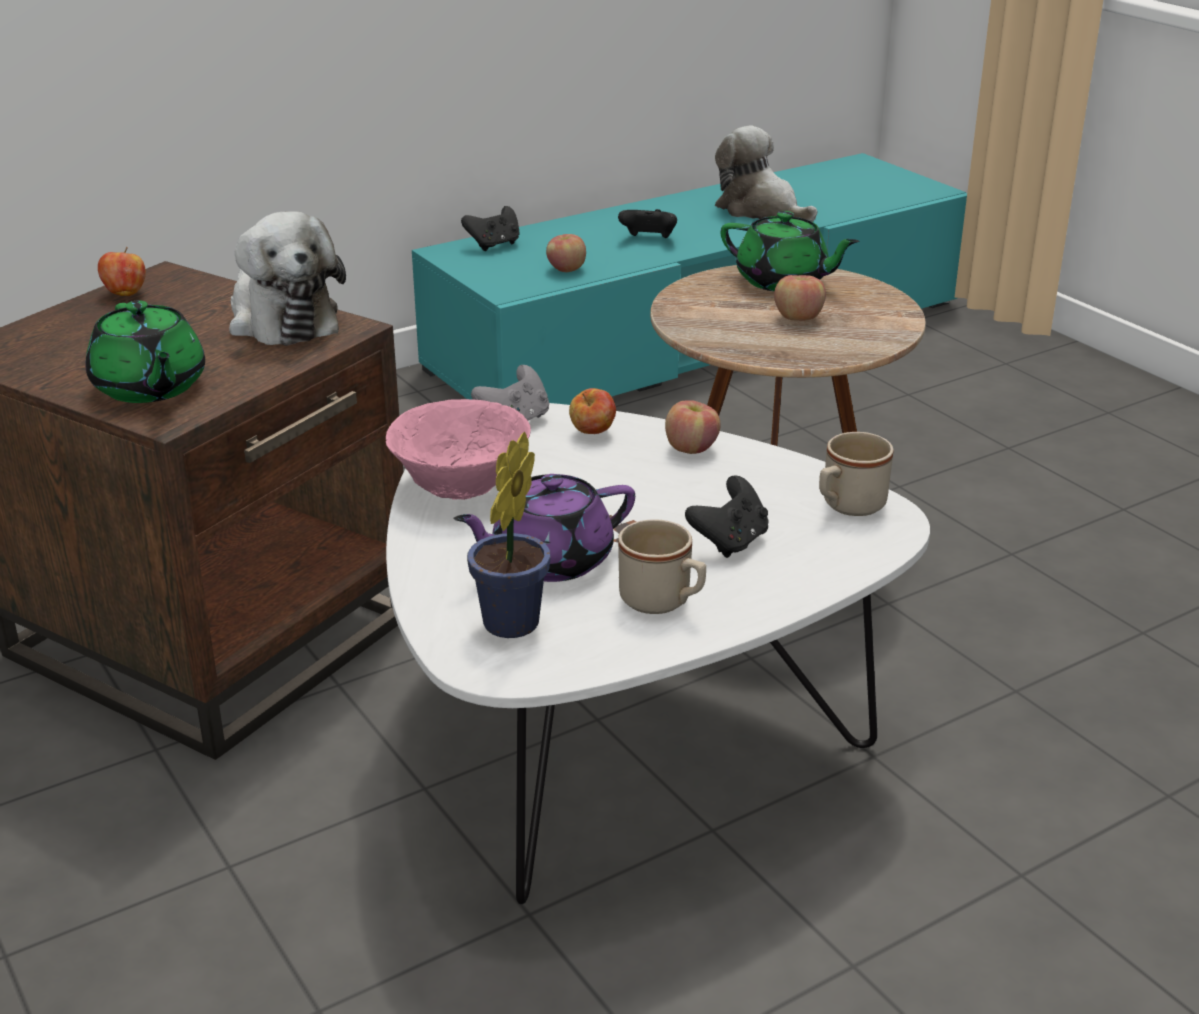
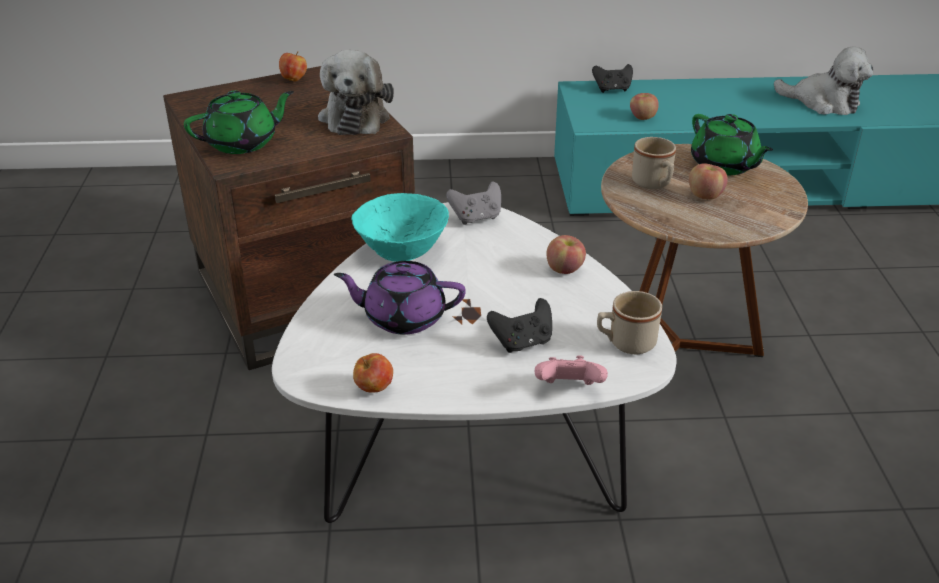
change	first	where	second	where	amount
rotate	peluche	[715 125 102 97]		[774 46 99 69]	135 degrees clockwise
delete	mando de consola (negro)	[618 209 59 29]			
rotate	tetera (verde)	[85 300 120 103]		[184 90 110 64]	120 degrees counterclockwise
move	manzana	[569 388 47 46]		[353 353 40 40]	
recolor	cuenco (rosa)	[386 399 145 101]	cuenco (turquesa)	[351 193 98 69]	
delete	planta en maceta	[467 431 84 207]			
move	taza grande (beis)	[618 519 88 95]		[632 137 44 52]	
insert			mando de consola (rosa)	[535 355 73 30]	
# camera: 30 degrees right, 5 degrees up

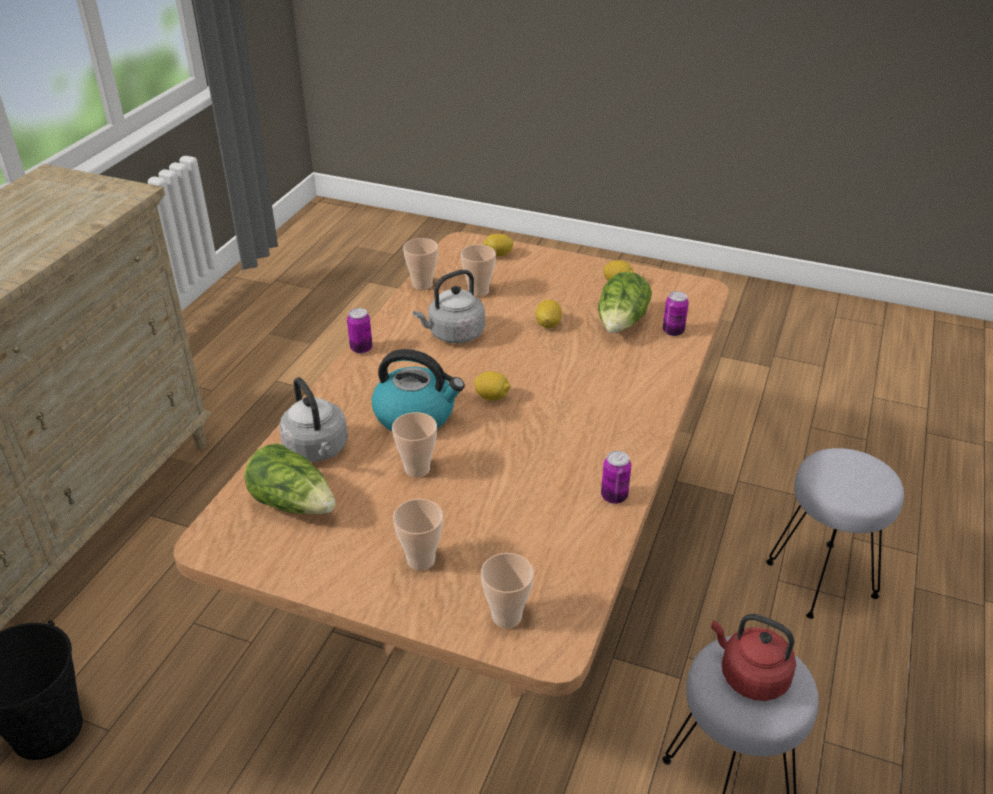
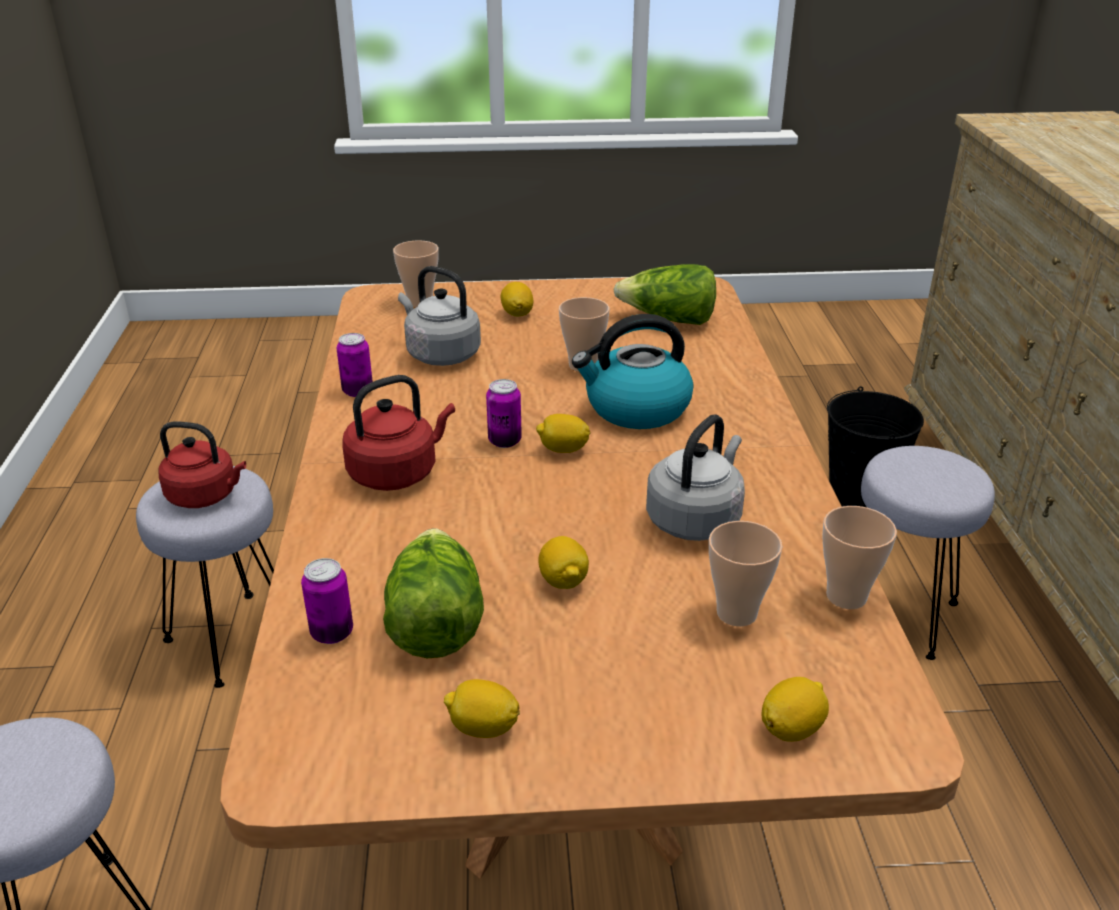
change	first	where	second	where	amount
move	lata	[347 308 25 46]		[486 379 36 69]	
move	hervidor (gris)	[279 377 69 85]		[398 266 83 100]	
replace	taza	[393 499 50 71]	limón	[501 282 32 35]	
insert			hervidor (rojo)	[342 375 113 116]	
insert			taburete (gris)	[861 446 134 214]	
# camera: 155 degrees right, 5 degrees down

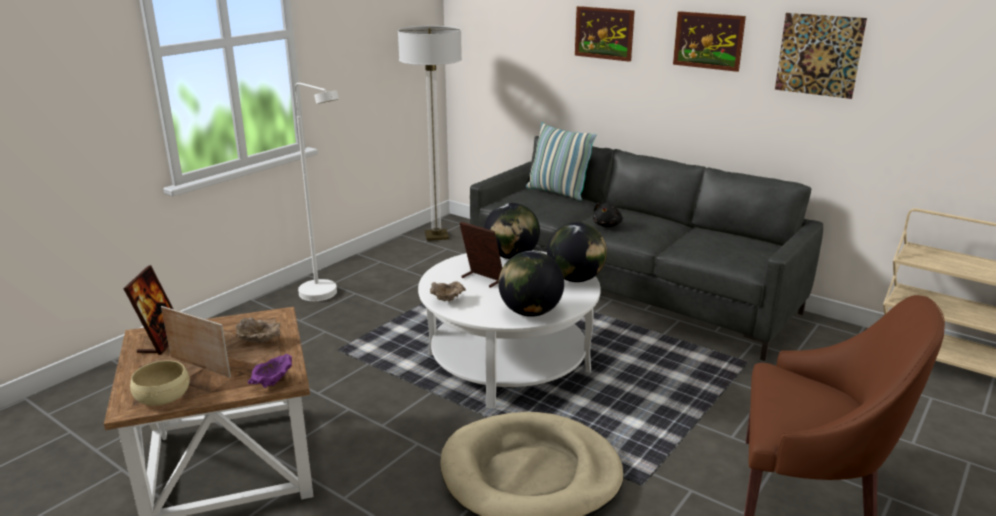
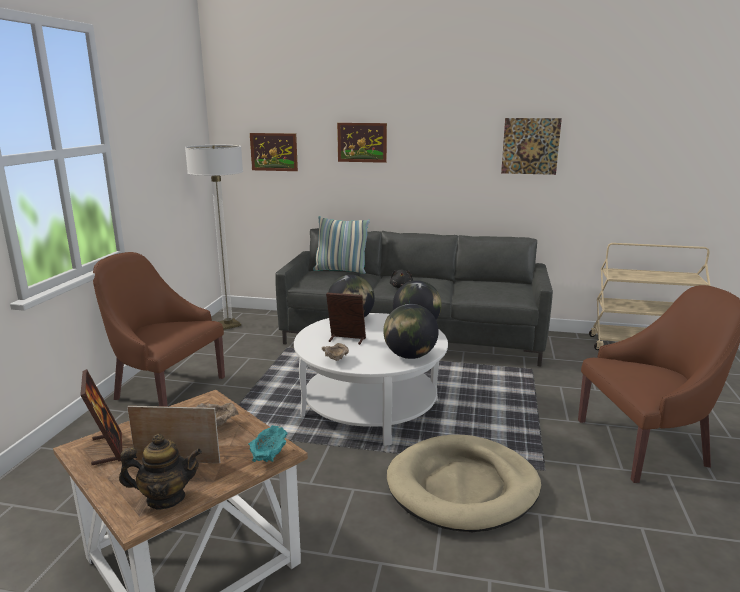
change	first	where	second	where	amount
move	cuadro	[673 11 73 61]		[250 133 48 38]	
replace	lámpara de pie (blanco)	[295 83 44 218]	sillón (marrón)	[93 252 132 155]	
recolor	cuenco (morado)	[248 354 44 34]	cuenco (turquesa)	[248 425 39 37]	
replace	cuenco (beis)	[130 360 60 46]	tetera	[119 434 83 76]	
# camera: 25 degrees left, 5 degrees down

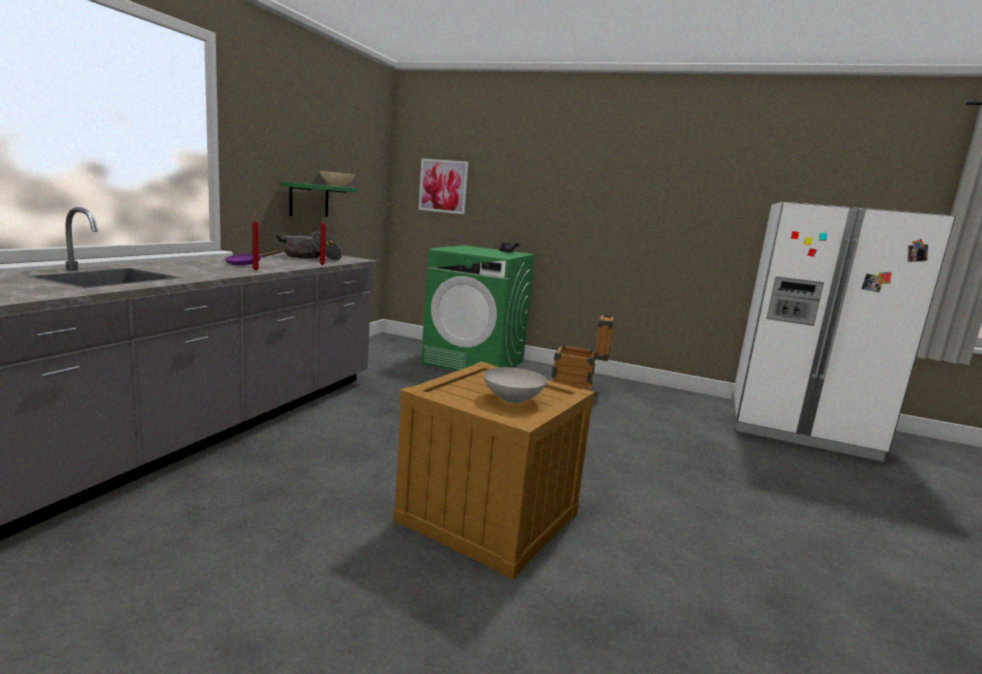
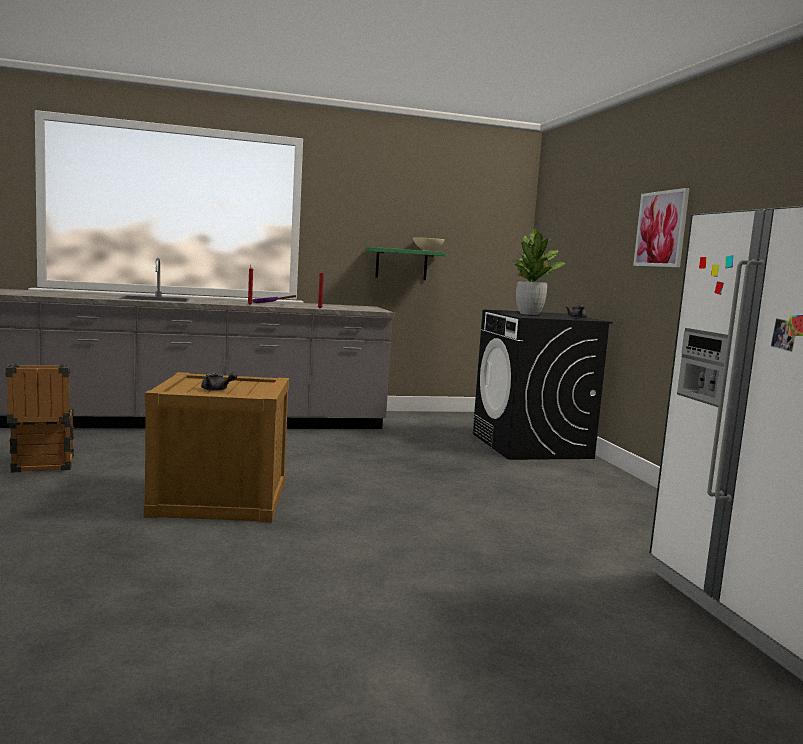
change	first	where	second	where	amount
move	cuadro	[419 158 50 56]		[633 188 57 79]	
delete	olla	[276 232 66 29]			
recolor	lavadora (verde)	[421 245 115 126]	lavadora (negro)	[473 310 139 150]	
move	caja de embalaje	[552 314 63 77]		[5 364 69 109]	
replace	cuenco (blanco)	[483 367 64 36]	tetera (gris)	[201 372 36 19]	
insert			planta en maceta	[512 229 53 86]	
# camera: 55 degrees right, 5 degrees down

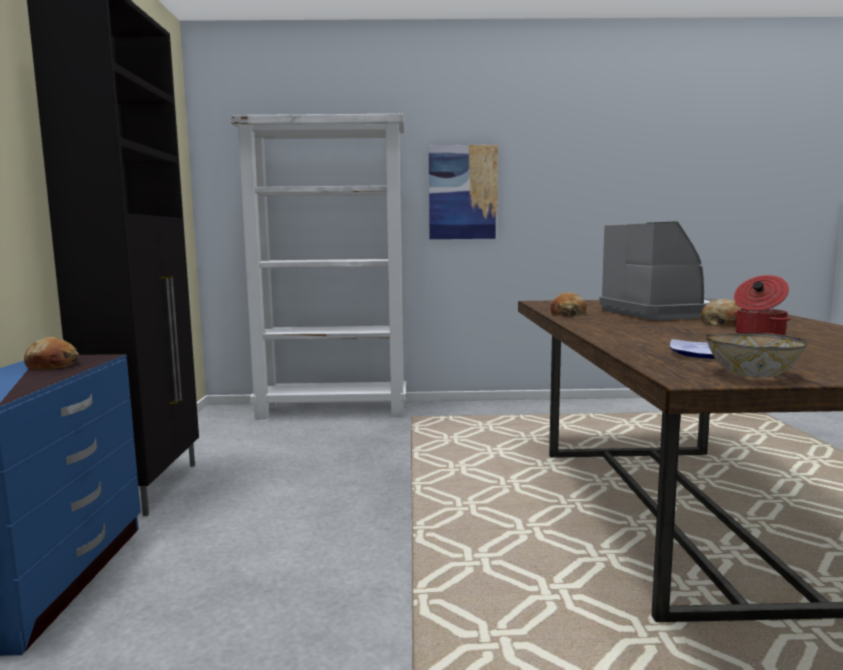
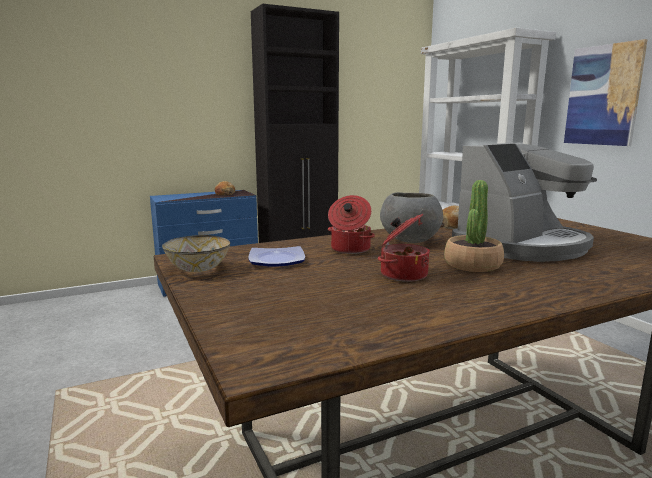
change	first	where	second	where	amount
replace	pan	[701 299 41 28]	planta en maceta	[444 180 60 92]	
insert			cuenco (gris)	[380 192 63 51]	
insert			olla	[328 195 47 59]	
# camera: 65 degrees right, 5 degrees up

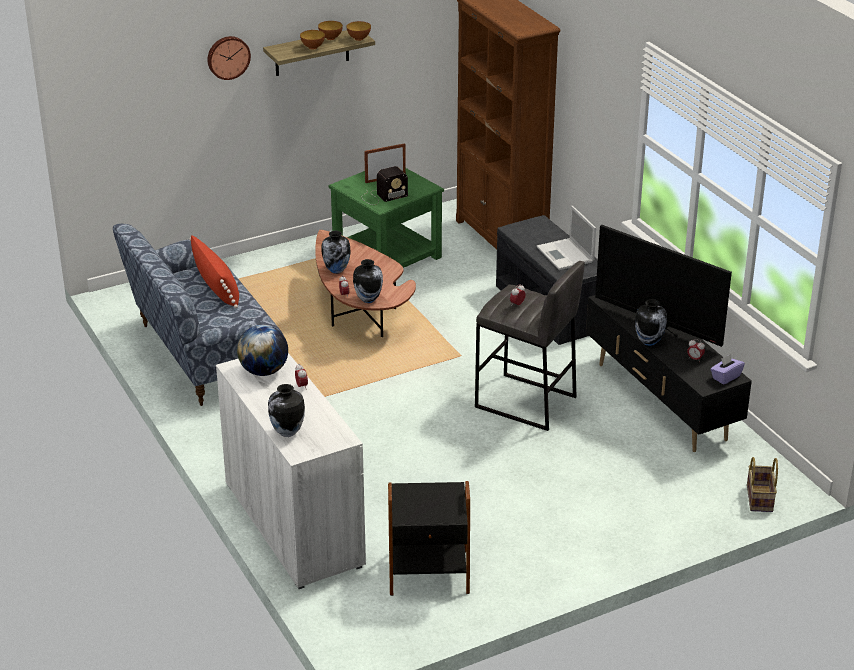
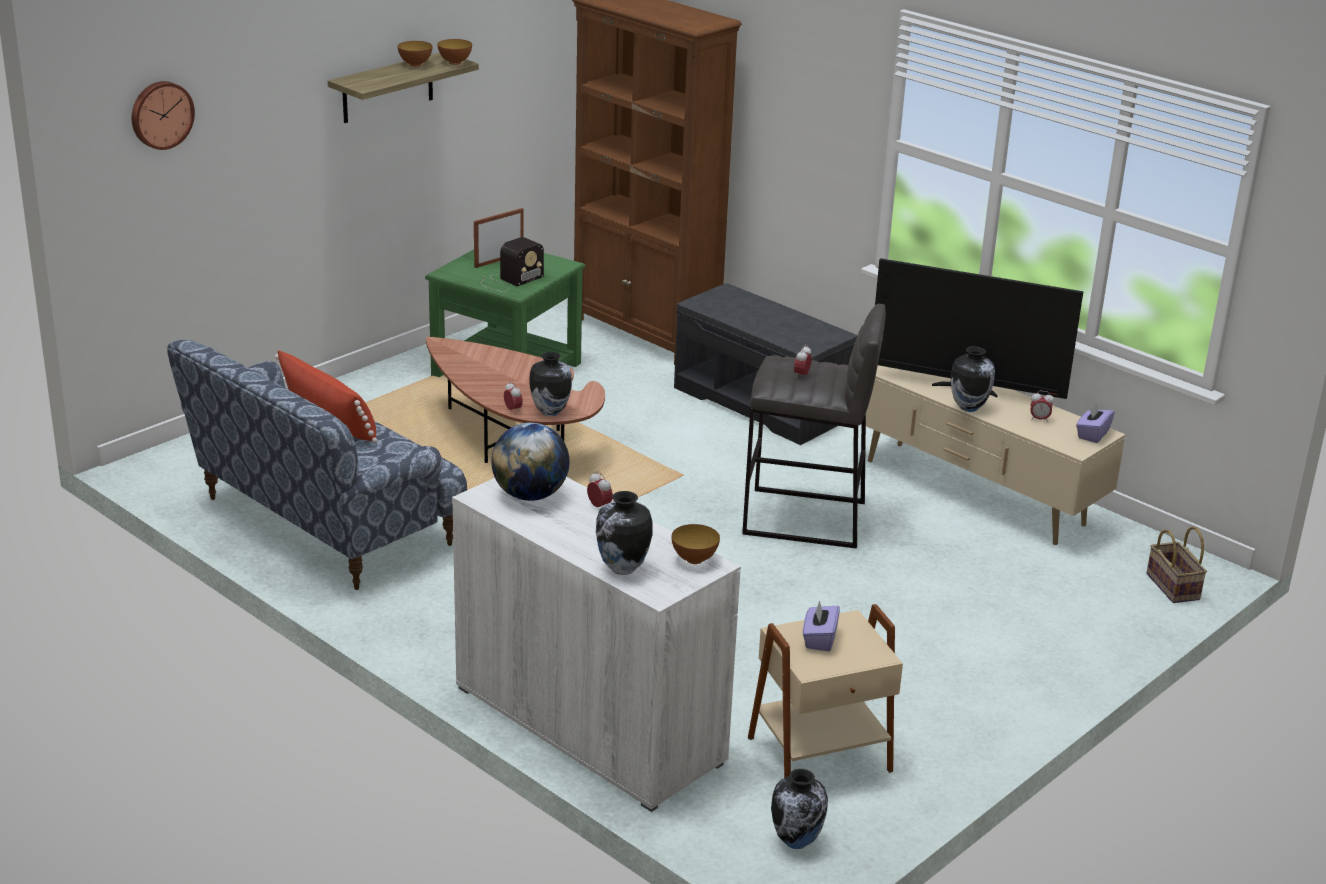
change	first	where	second	where	amount
move	cuenco	[300 30 25 19]		[672 524 48 40]	
move	reloj de pared	[207 36 44 44]		[132 81 63 69]	
delete	portátil	[537 206 59 64]			
move	florero	[322 231 29 43]		[771 769 57 80]	
recolor	mueble de televisión (negro)	[586 295 166 157]	mueble de televisión (beis)	[866 365 260 180]	
recolor	mesa auxiliar (negro)	[388 481 82 115]	mesa auxiliar (beis)	[748 604 155 174]	
insert			caja de pañuelos (morado)	[803 600 37 51]	
# camera: 20 degrees left, 5 degrees down

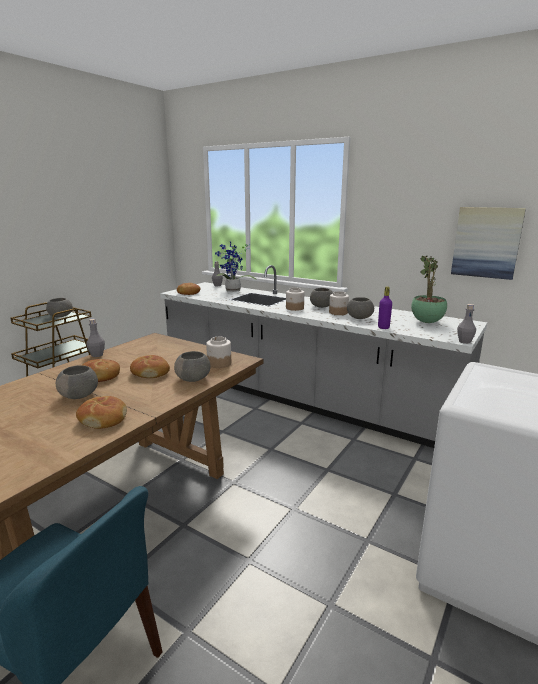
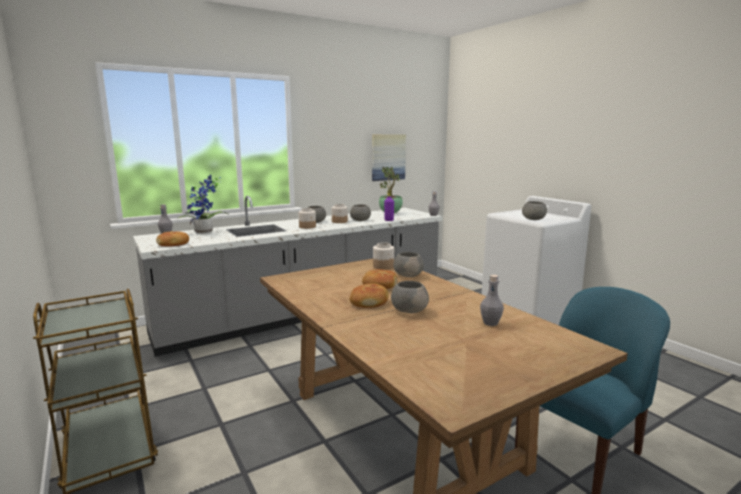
change	first	where	second	where	amount
move	cuenco (gris)	[46 298 27 20]		[522 201 25 19]	
move	botella (gris)	[86 319 19 38]		[480 275 24 51]	
delete	pan	[76 396 51 33]			
# camera: 65 degrees left, 5 degrees down

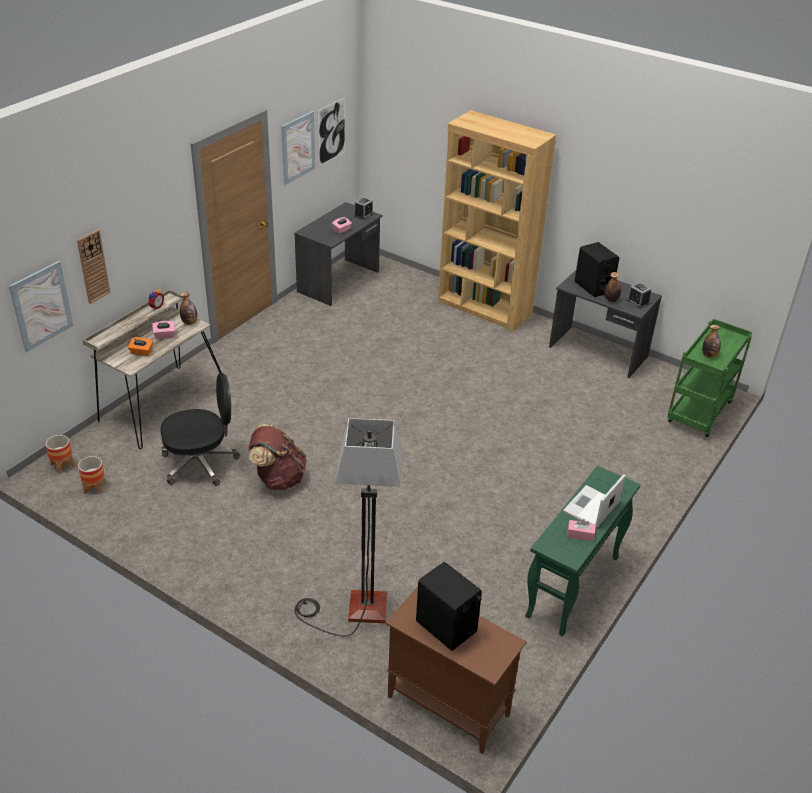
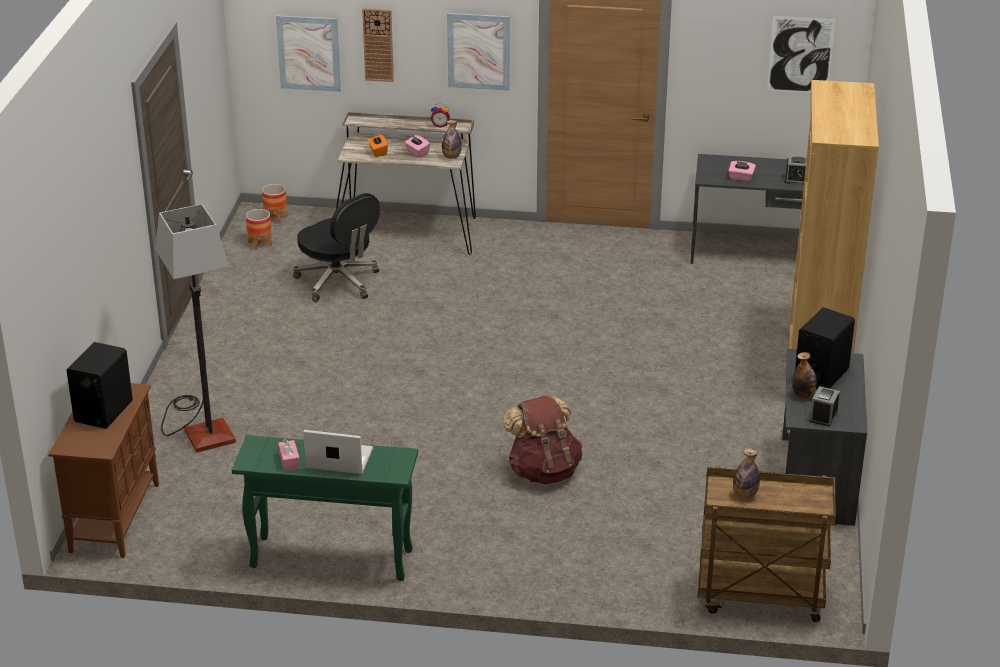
change	first	where	second	where	amount
move	cuadro	[281 111 34 74]		[447 13 63 78]	
recolor	carrito (verde)	[668 319 84 118]	carrito (marrón)	[698 467 138 155]	
move	mochila (marrón)	[248 424 59 66]		[503 396 79 89]	
# camera: 65 degrees right, 5 degrees down

